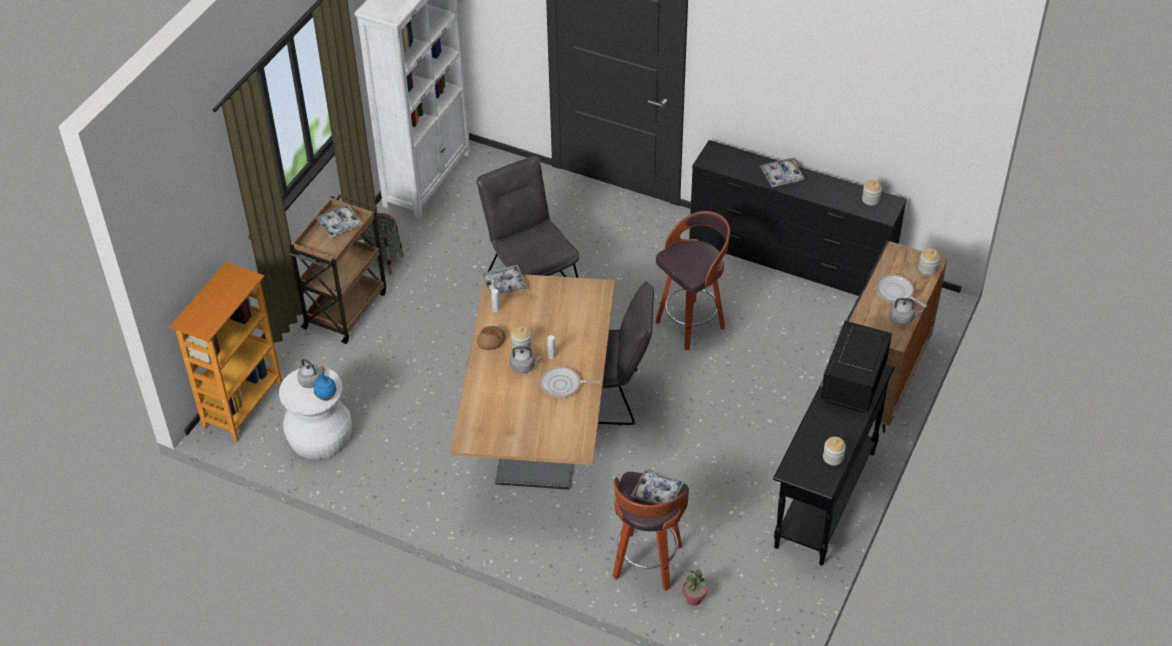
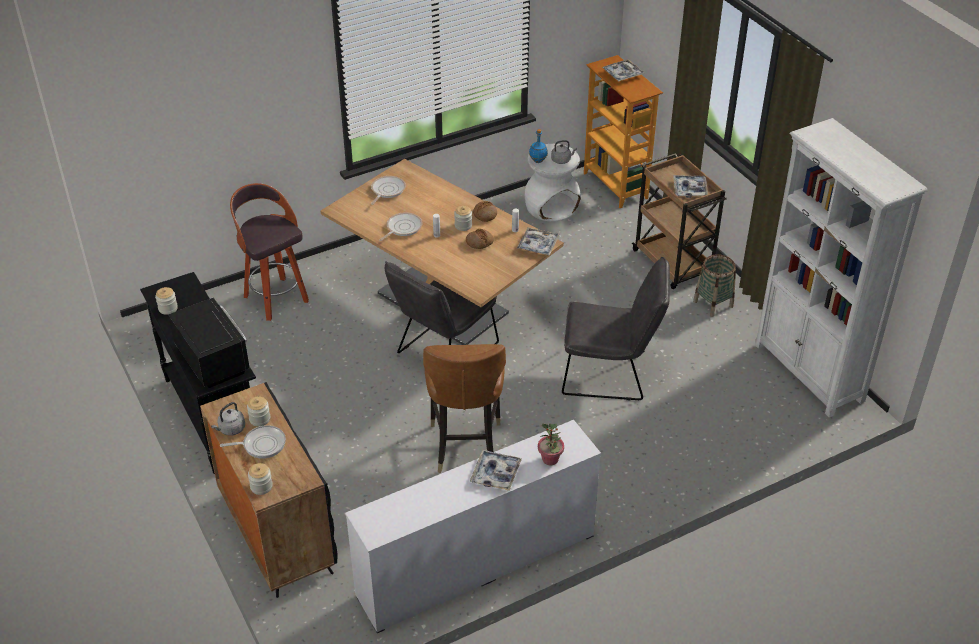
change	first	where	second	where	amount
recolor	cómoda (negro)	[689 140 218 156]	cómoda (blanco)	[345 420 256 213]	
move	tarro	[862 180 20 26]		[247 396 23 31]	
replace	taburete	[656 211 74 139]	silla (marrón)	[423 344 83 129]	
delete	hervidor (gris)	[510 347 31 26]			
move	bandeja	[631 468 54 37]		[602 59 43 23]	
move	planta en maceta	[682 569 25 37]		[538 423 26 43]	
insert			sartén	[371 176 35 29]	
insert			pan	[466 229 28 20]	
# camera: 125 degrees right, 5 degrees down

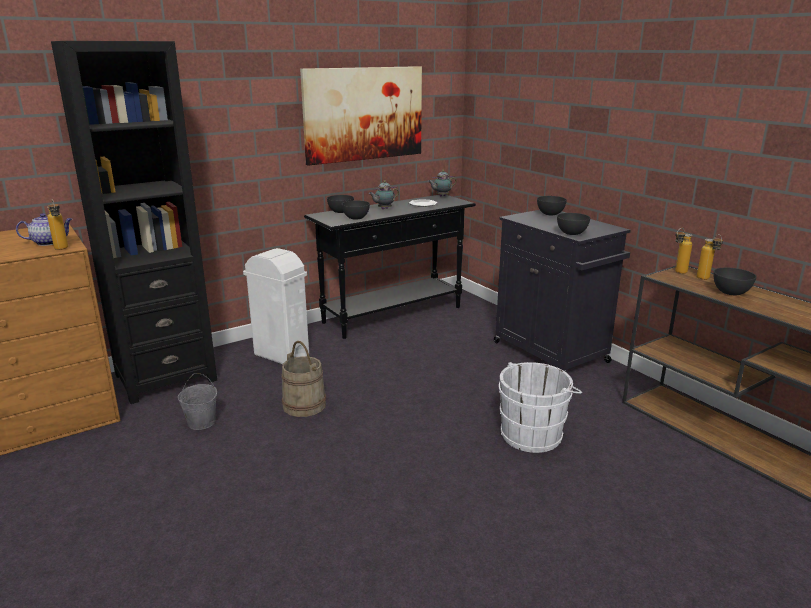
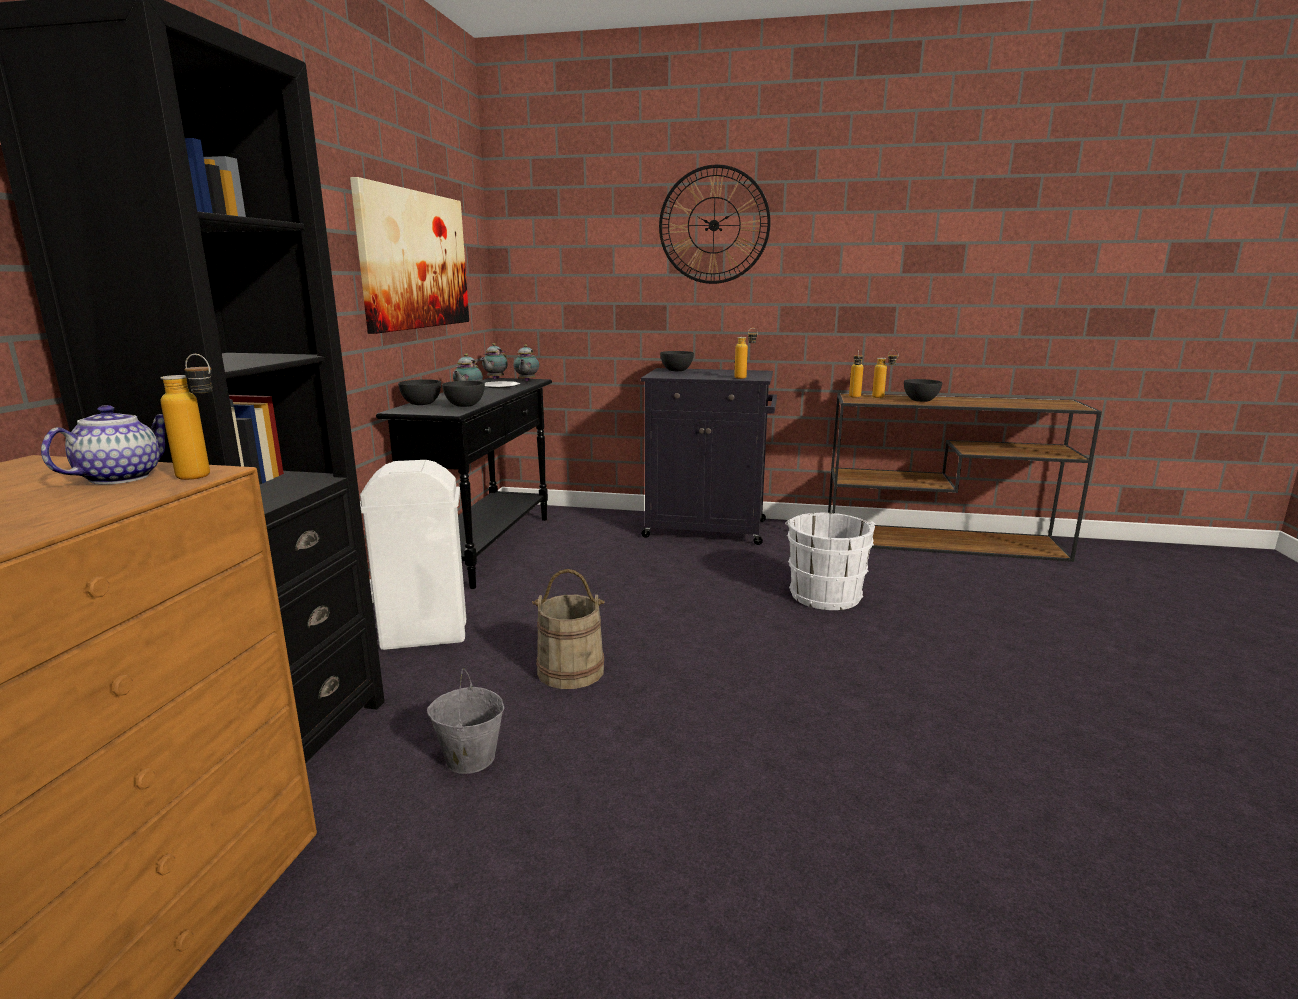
change	first	where	second	where	amount
replace	cuenco (gris)	[557 213 33 22]	botella	[734 328 24 51]	
insert			reloj de pared	[659 165 112 119]	
insert			tetera	[513 344 26 37]	
# camera: 45 degrees left, 5 degrees down

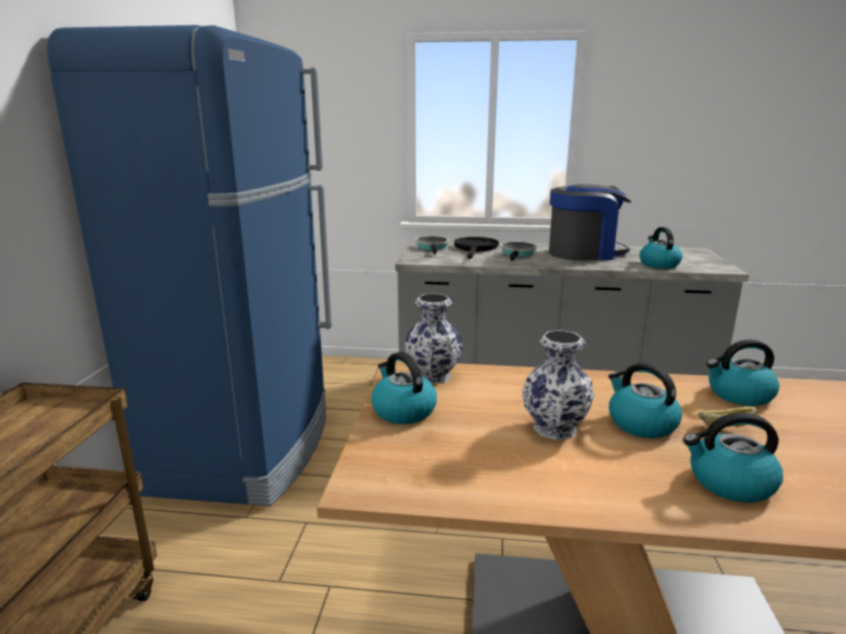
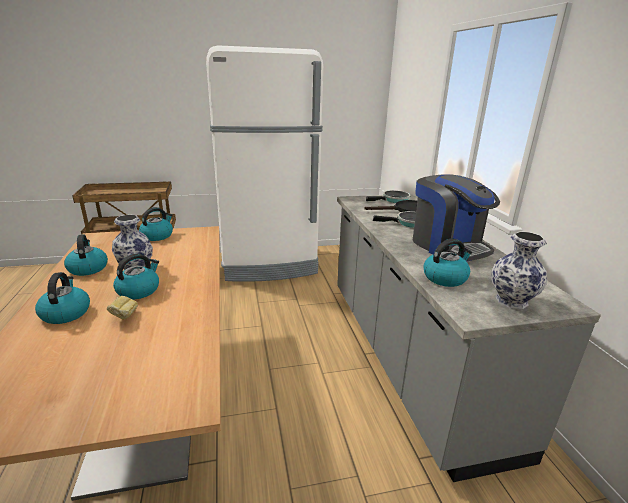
change	first	where	second	where	amount
recolor	nevera (azul)	[47 25 285 481]	nevera (blanco)	[206 46 117 236]	
move	florero	[404 293 59 91]		[491 231 56 78]	
move	hervidor	[706 339 73 67]		[64 234 44 42]	
# camera: 70 degrees right, 5 degrees up

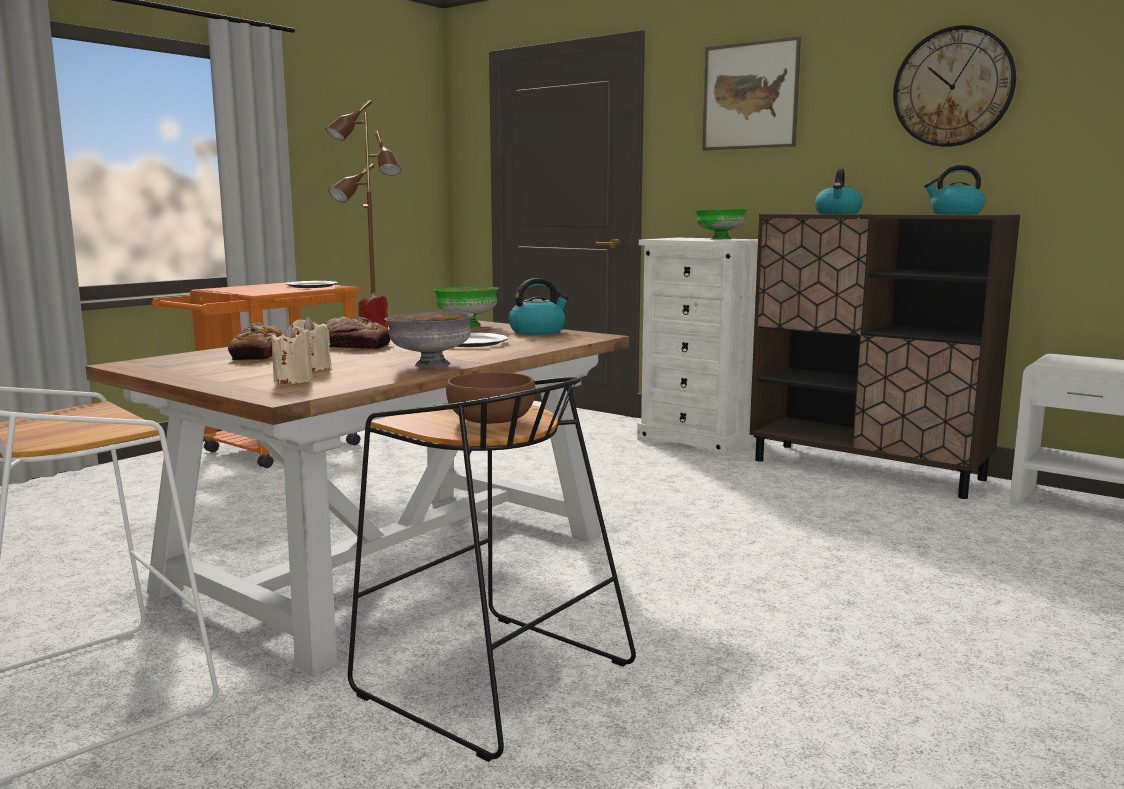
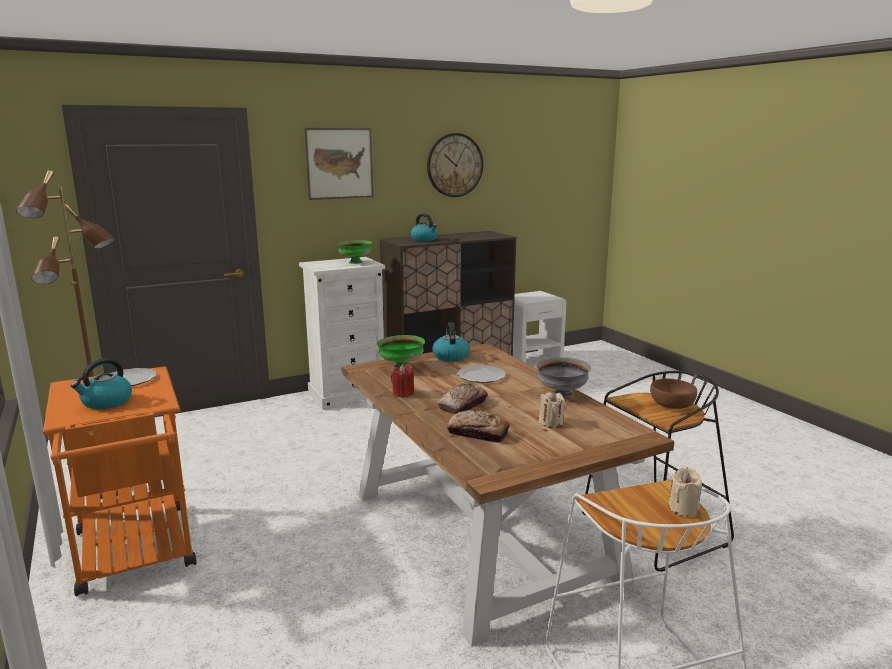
change	first	where	second	where	amount
move	hervidor	[924 165 61 49]		[71 358 61 51]	
move	vela (beis)	[271 325 42 59]		[669 467 33 50]	
# camera: 65 degrees left, 5 degrees up

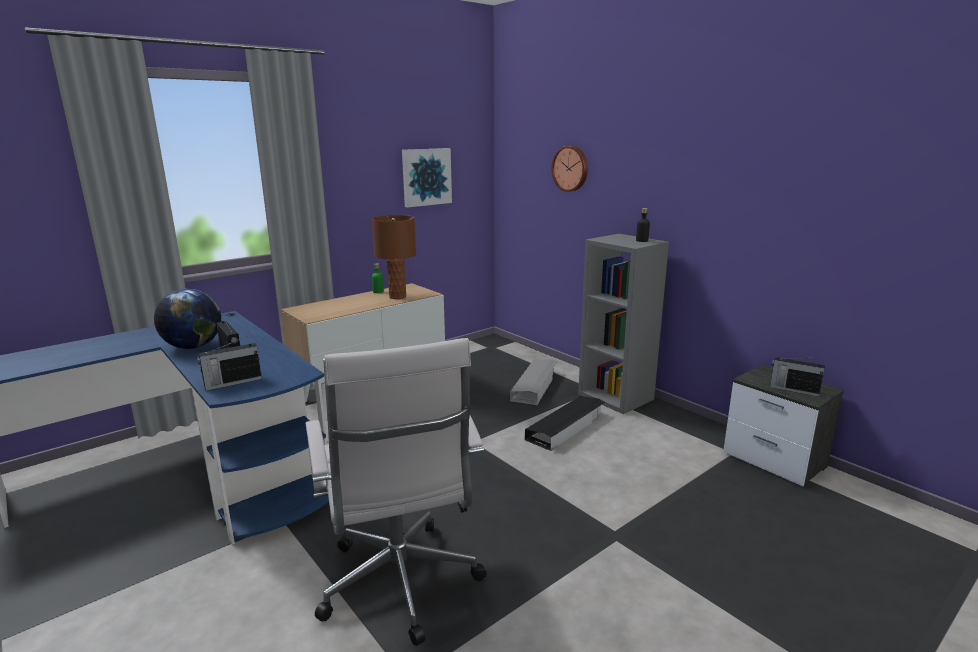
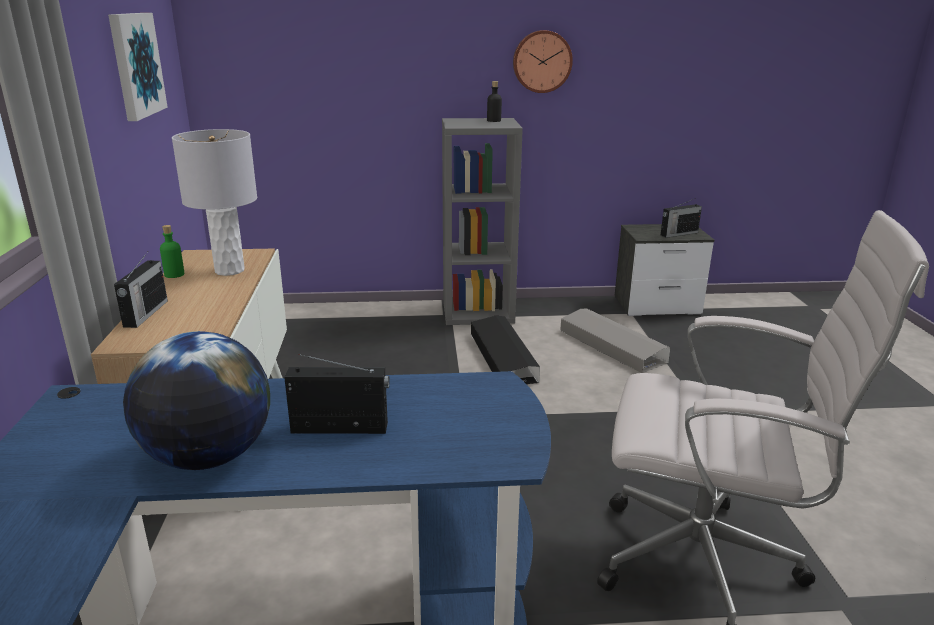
change	first	where	second	where	amount
move	reloj de pared	[551 146 37 46]		[513 30 60 63]	
recolor	lámpara de mesa (marrón)	[372 215 44 84]	lámpara de mesa (gris)	[172 129 85 147]	
move	radio	[197 338 65 53]		[114 252 54 76]	
move	caja de almacenaje (gris)	[510 359 47 46]		[560 308 110 65]	
# camera: 55 degrees left, 5 degrees up

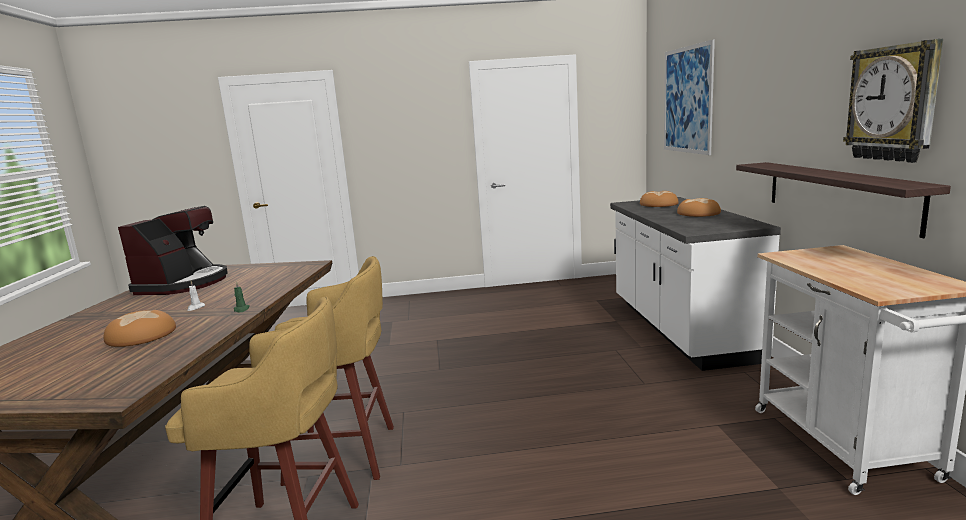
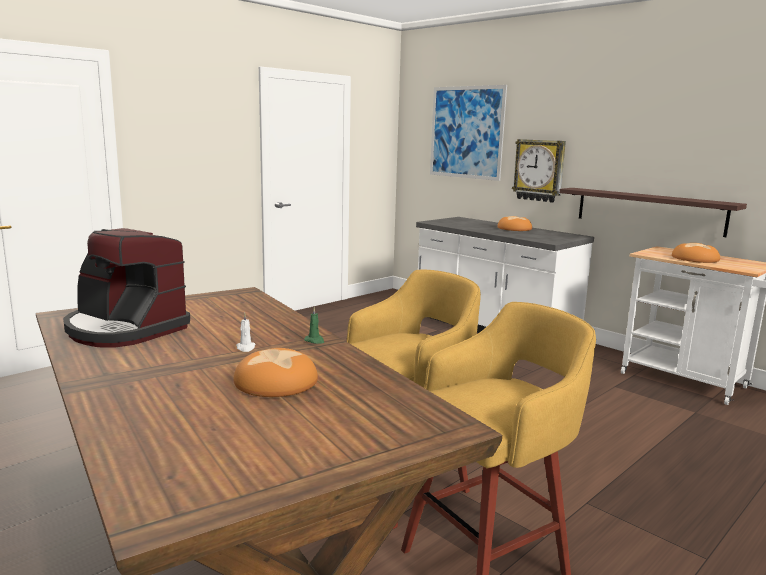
change	first	where	second	where	amount
move	reloj de pared	[843 39 100 124]		[512 139 54 64]	
move	pan	[640 191 39 16]		[672 243 48 20]	
rotate	cafetera	[118 206 110 89]		[63 228 127 120]	150 degrees clockwise
# camera: 40 degrees left, 0 degrees up

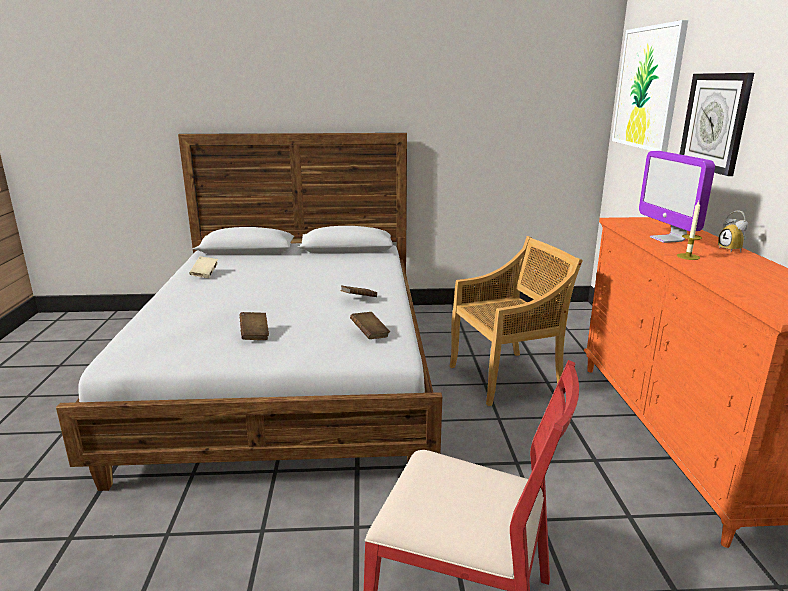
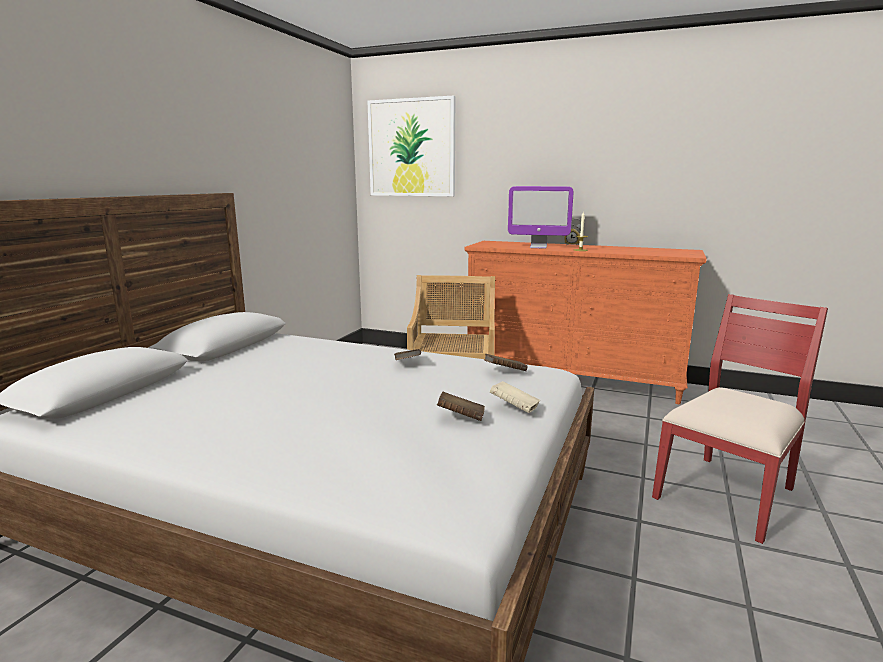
change	first	where	second	where	amount
delete	reloj de pared	[680 73 74 103]			
move	libro (beis)	[189 256 29 22]		[490 381 50 32]	
# camera: 65 degrees left, 5 degrees down

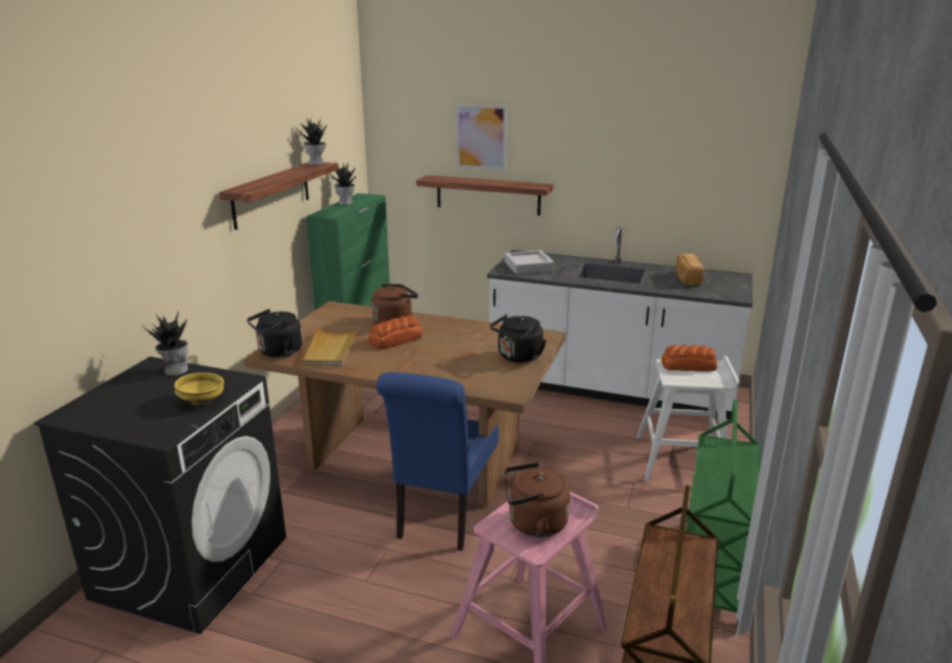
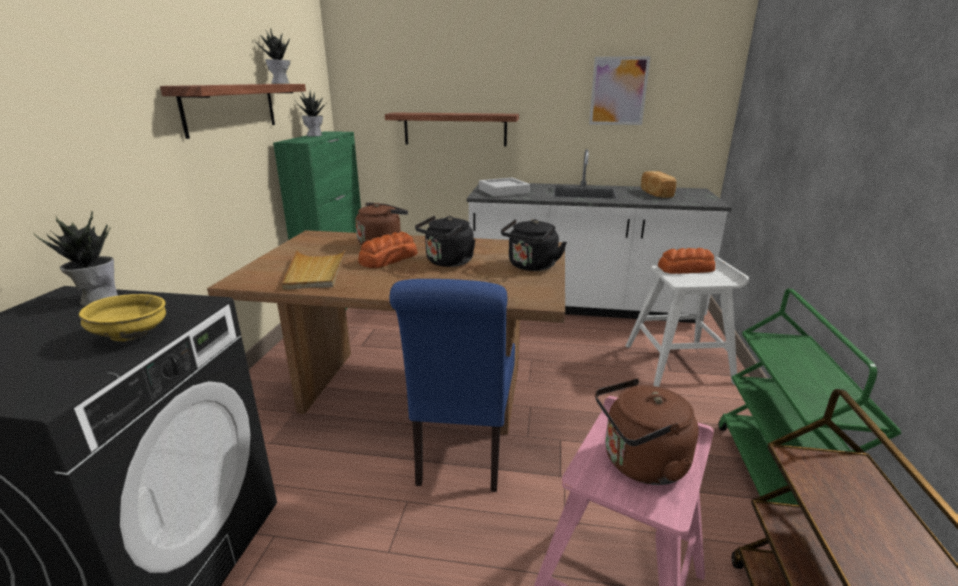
change	first	where	second	where	amount
move	cuadro	[456 104 51 67]		[589 56 62 69]	
move	hervidor (negro)	[247 309 55 49]		[415 216 60 51]	
# camera: 10 degrees left, 0 degrees up

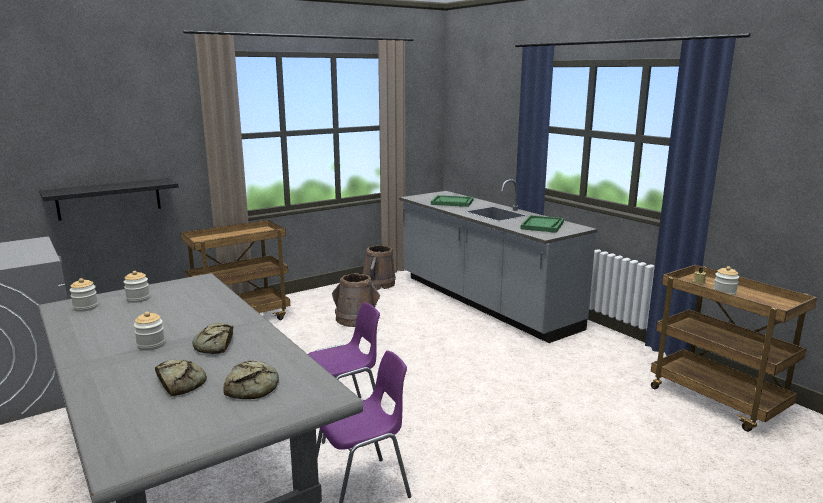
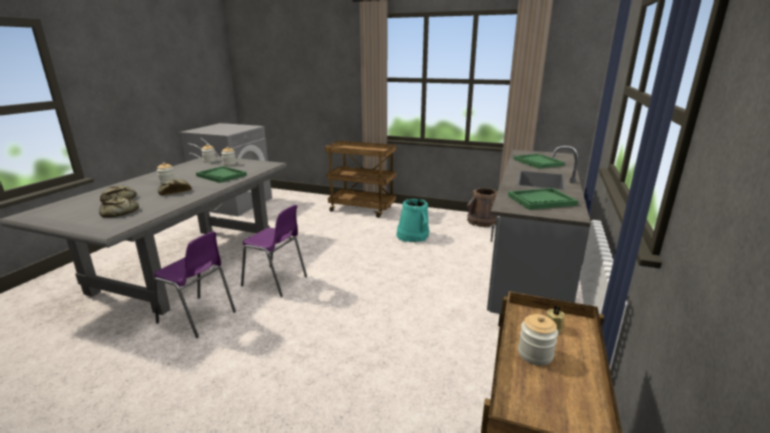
change	first	where	second	where	amount
delete	estante (negro)	[39 178 140 43]			
recolor	cubo (marrón)	[332 273 48 54]	cubo (turquesa)	[396 199 33 43]	
insert			bandeja (verde)	[196 166 51 17]	
# camera: 55 degrees right, 5 degrees up

